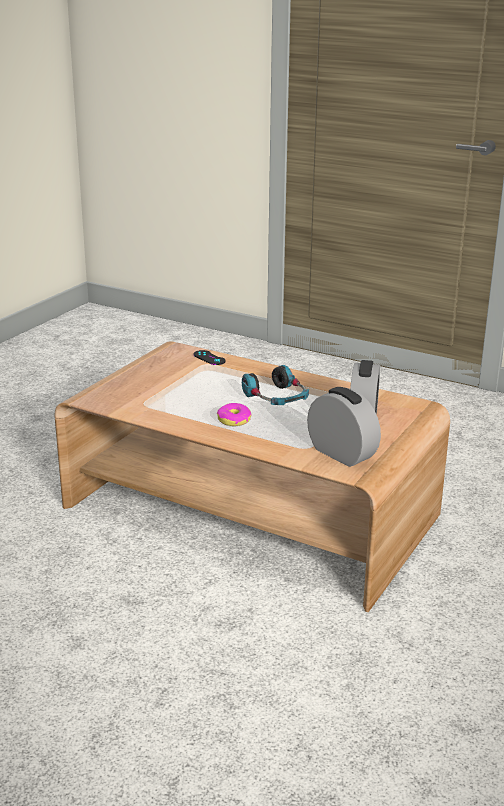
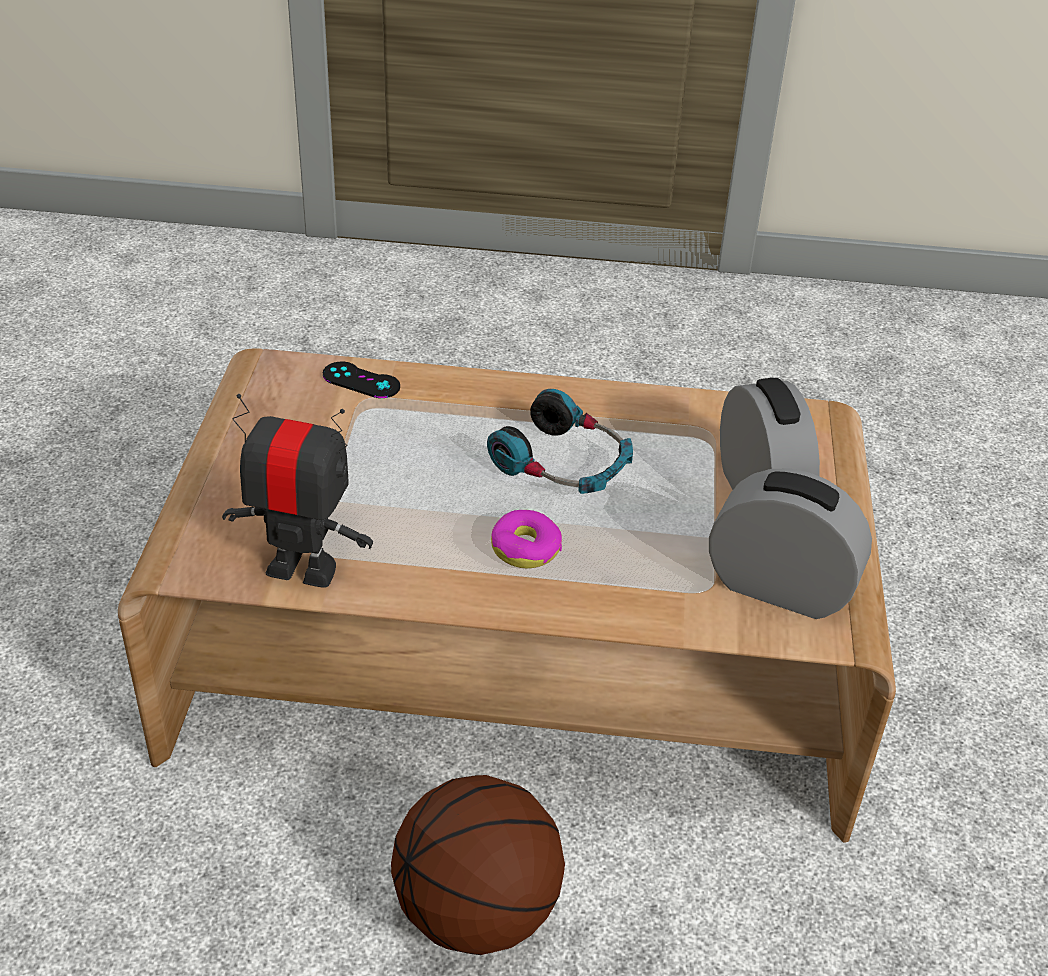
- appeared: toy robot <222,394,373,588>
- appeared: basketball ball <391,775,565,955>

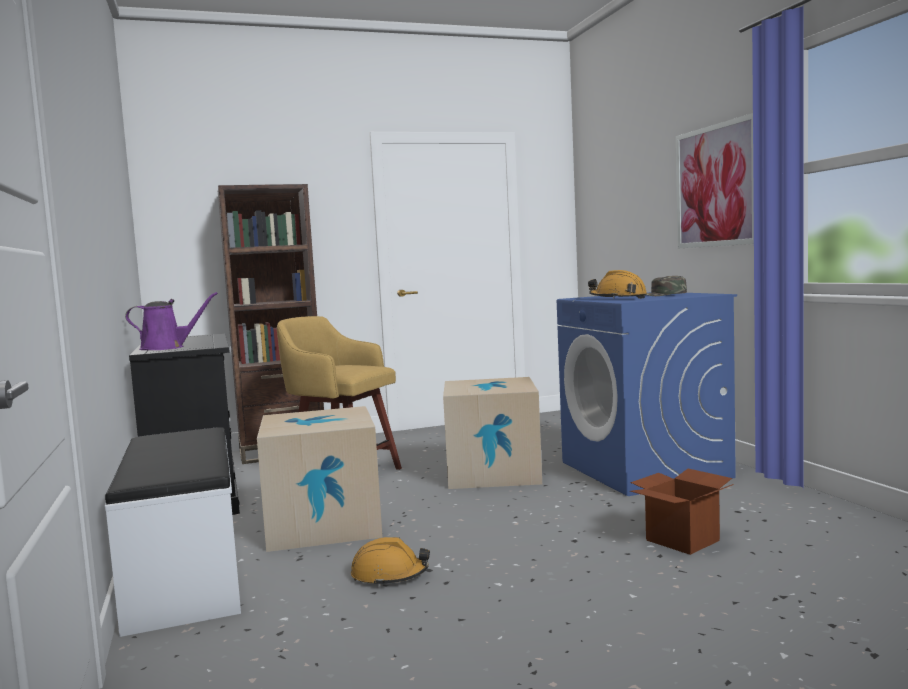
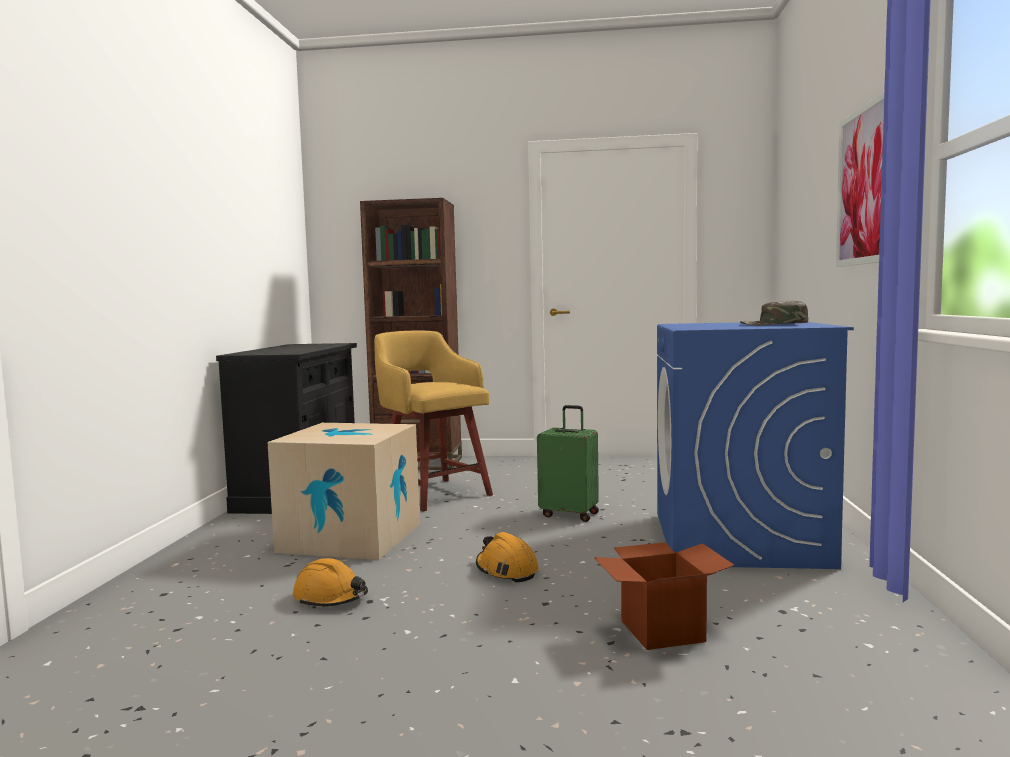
- missing: whitish bench <105,427,241,637>
- missing: purplish watering can <125,292,218,350>
- relocated: orangey hard hat <588,270,647,299> to <476,532,539,583>
- exchanged: cardboard box <443,377,542,489> to greenish piece of luggage <537,405,599,522>

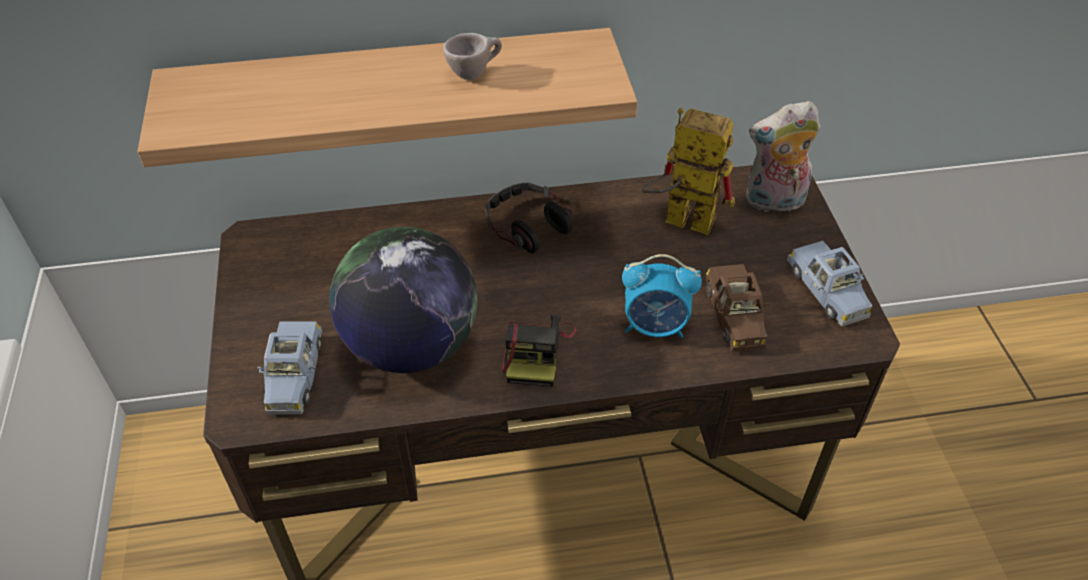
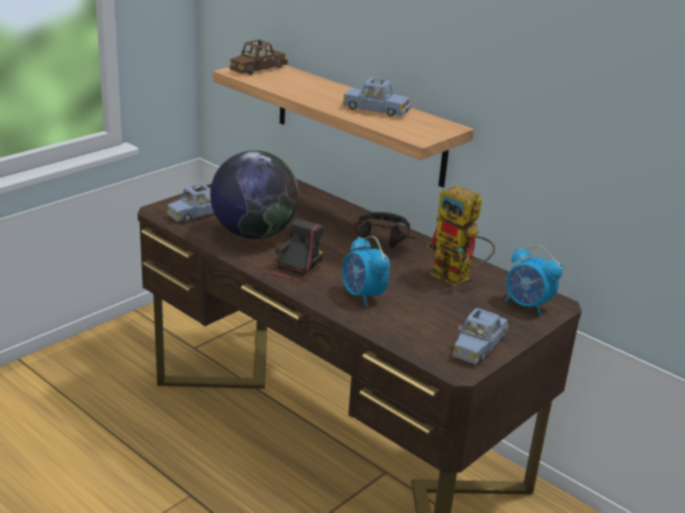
- relocated: brown-coloured model car <705,264,769,352> to <229,40,288,75>
- exchanged: beige-coloured cup <443,33,502,80> to bluish model car <342,78,411,117>
- exchanged: plush toy <746,101,821,212> to bedside clock <505,245,563,315>
- spun: still camera <502,314,576,387> = <262,219,324,282> 150 degrees clockwise
- spun: toy robot <642,108,735,235> = <427,185,495,286> 150 degrees clockwise

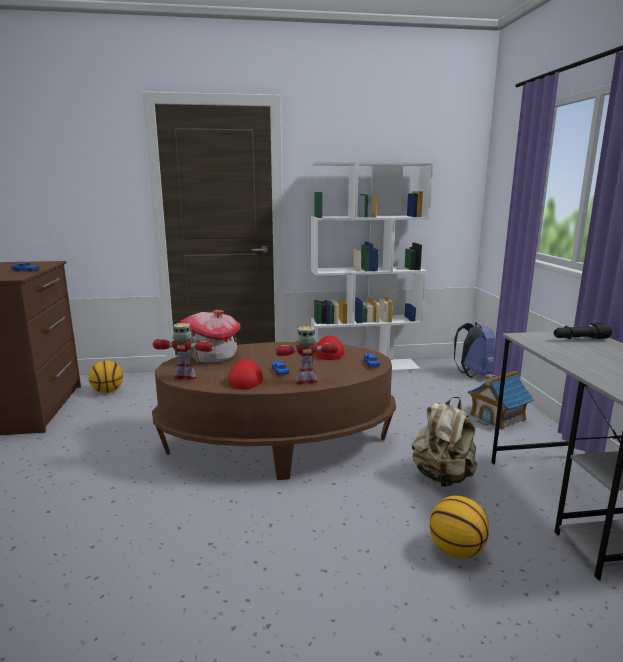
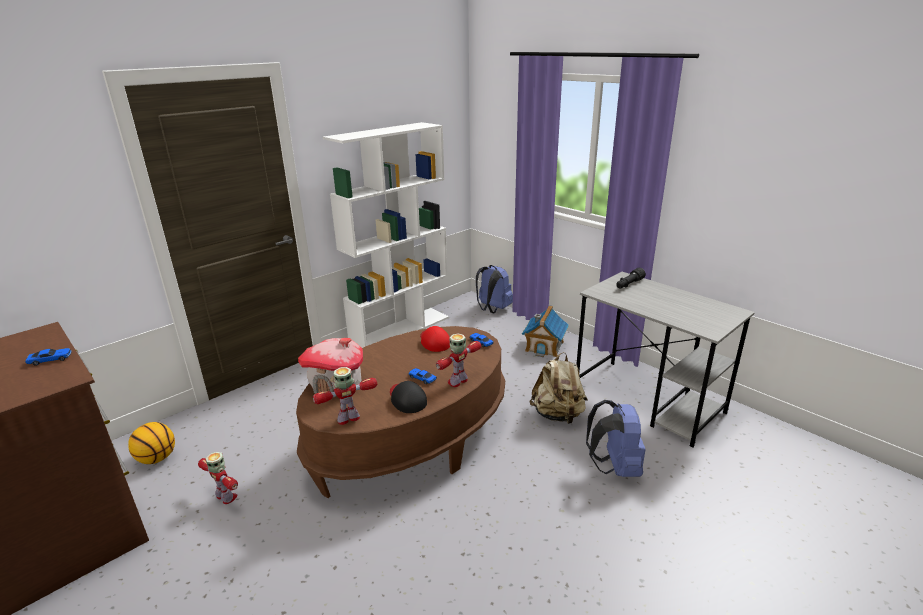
- appeared: toy robot <198,452,238,504>
- exchanged: basketball ball <430,495,489,558> to bluish backpack <586,400,645,477>
- colour: red baseball cap <228,359,263,389> to black baseball cap <390,381,427,413>

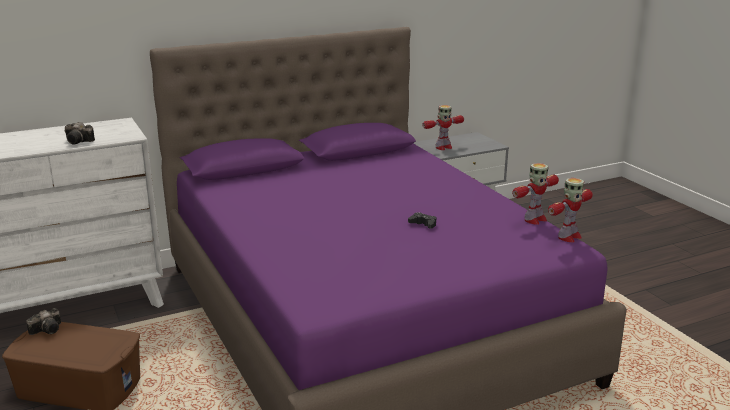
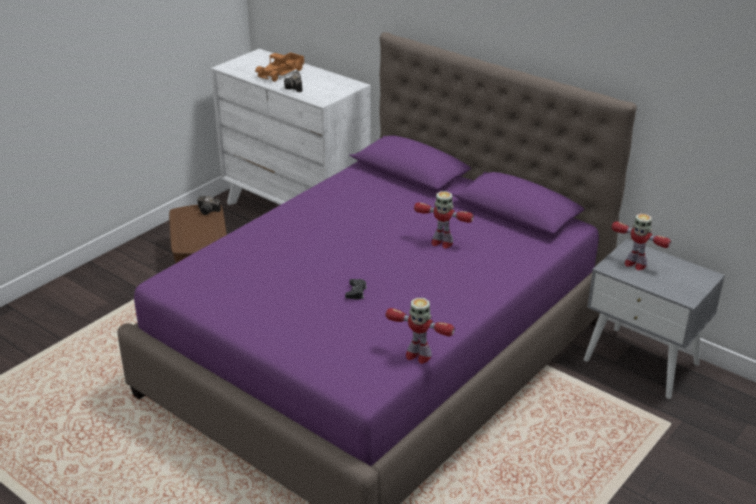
- appeared: toy lorry <255,52,305,82>
- relocated: toy robot <548,178,593,242> to <414,191,474,248>

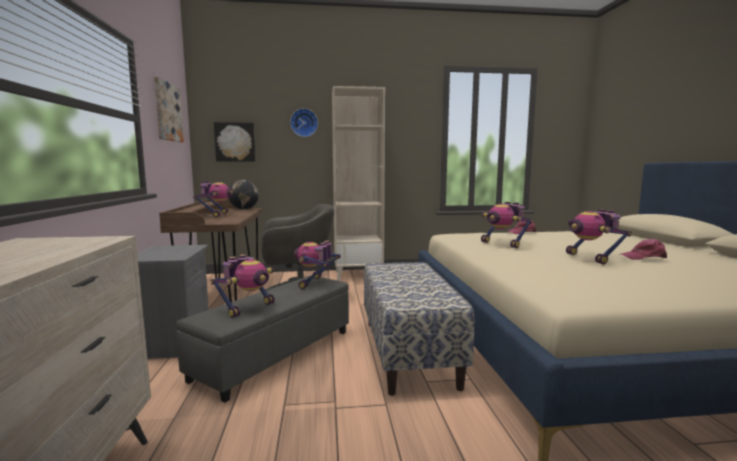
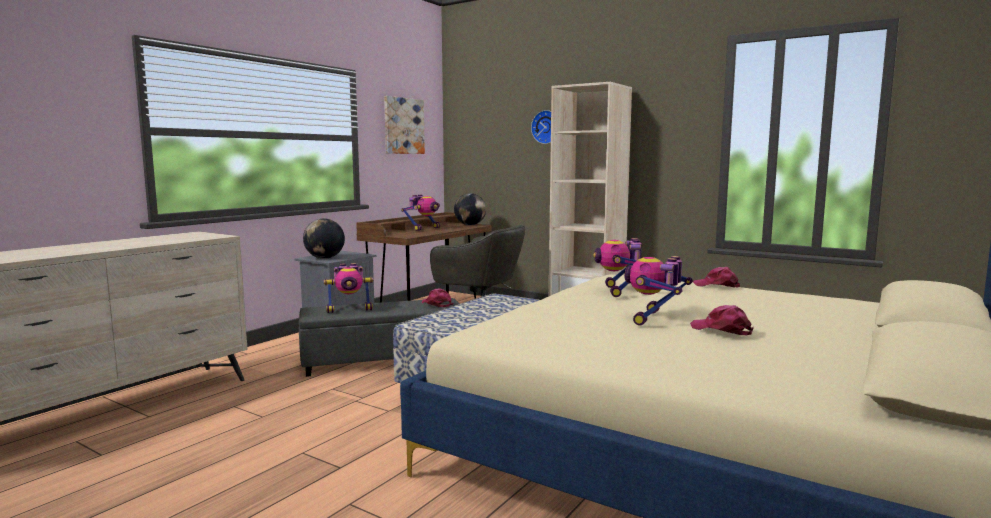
- missing: wall picture <214,122,256,161>
- appeared: world globe <303,218,345,259>
- exchanged: toy robot <294,241,341,289> to pink-coloured baseball cap <421,289,453,307>

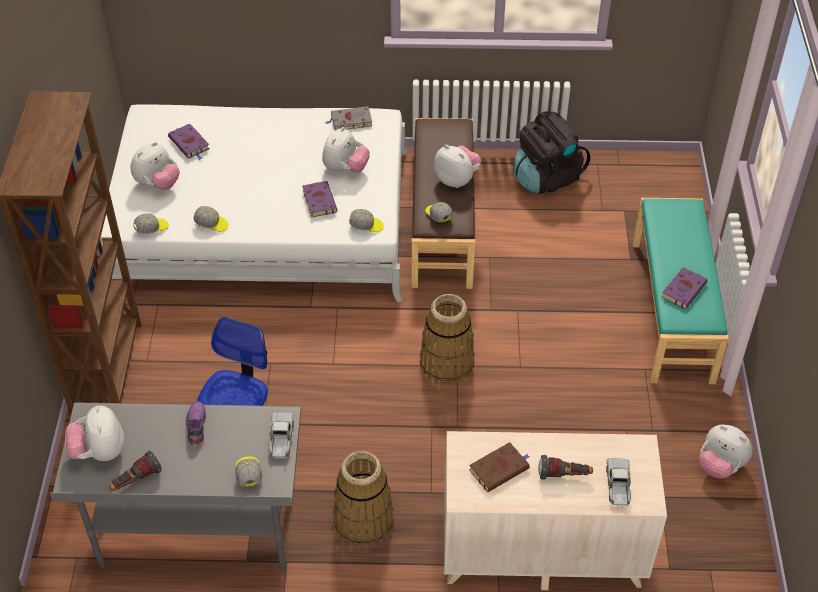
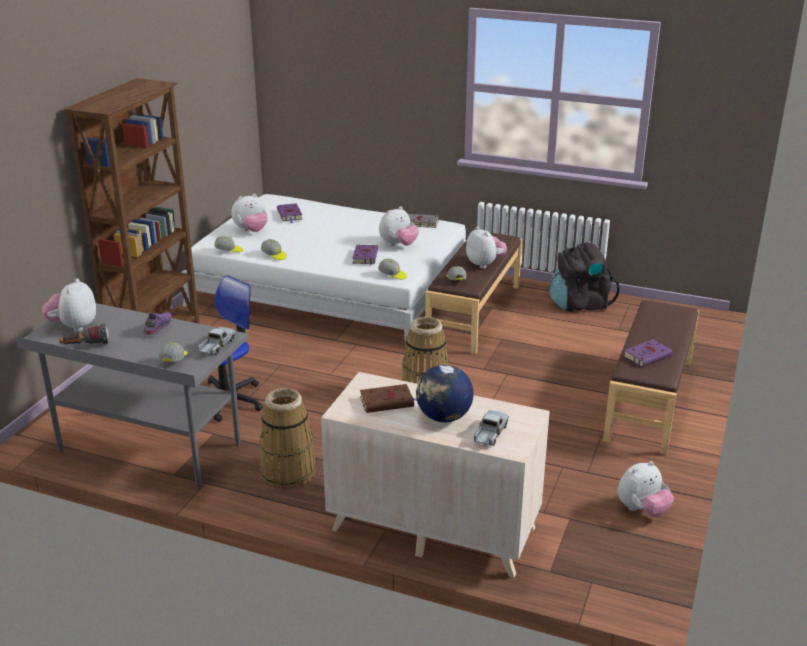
- exchanged: flashlight <538,455,593,480> to world globe <416,365,474,422>
- colour: turquoise bench <633,198,729,384> to brown-coloured bench <603,300,699,455>
- spun: plush toy <699,424,753,479> = <618,461,674,517> 90 degrees counterclockwise

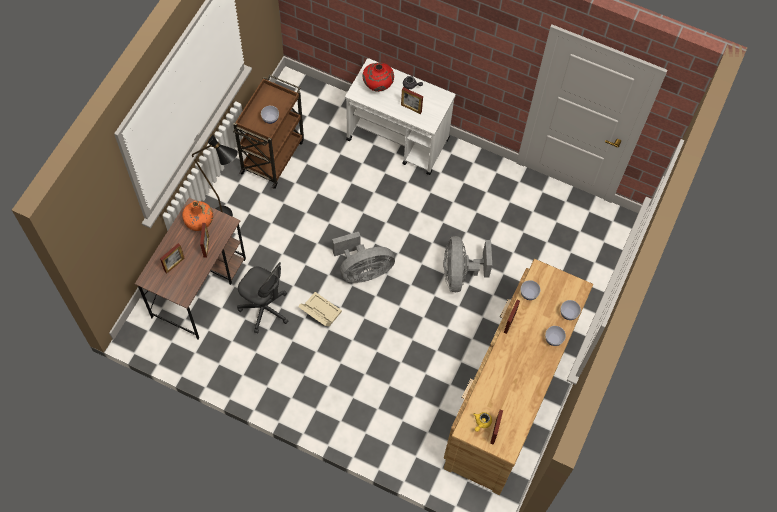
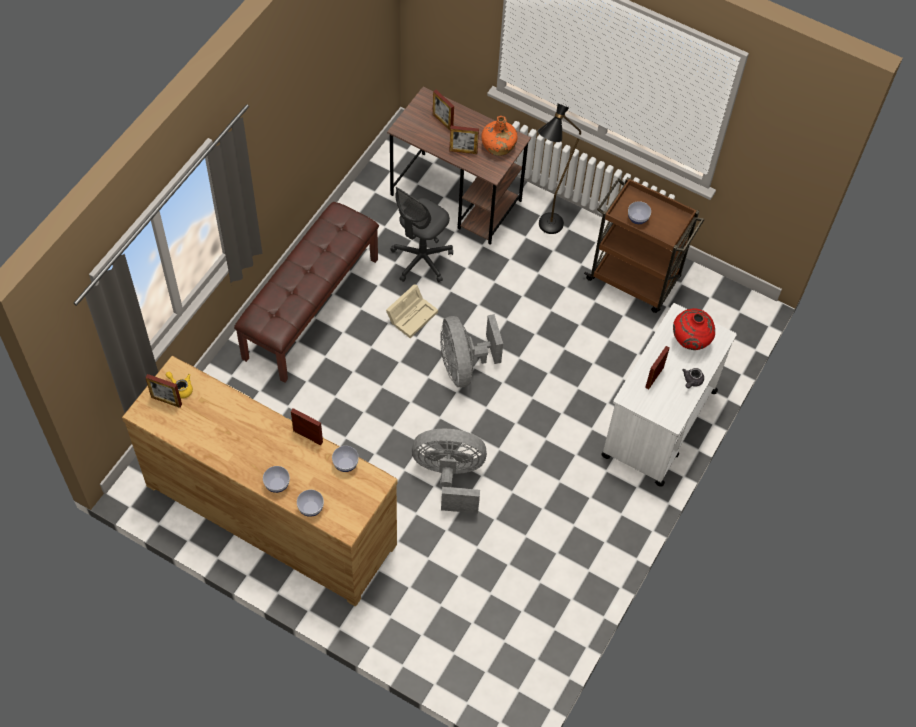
- appeared: brown-coloured bench <234,202,379,383>

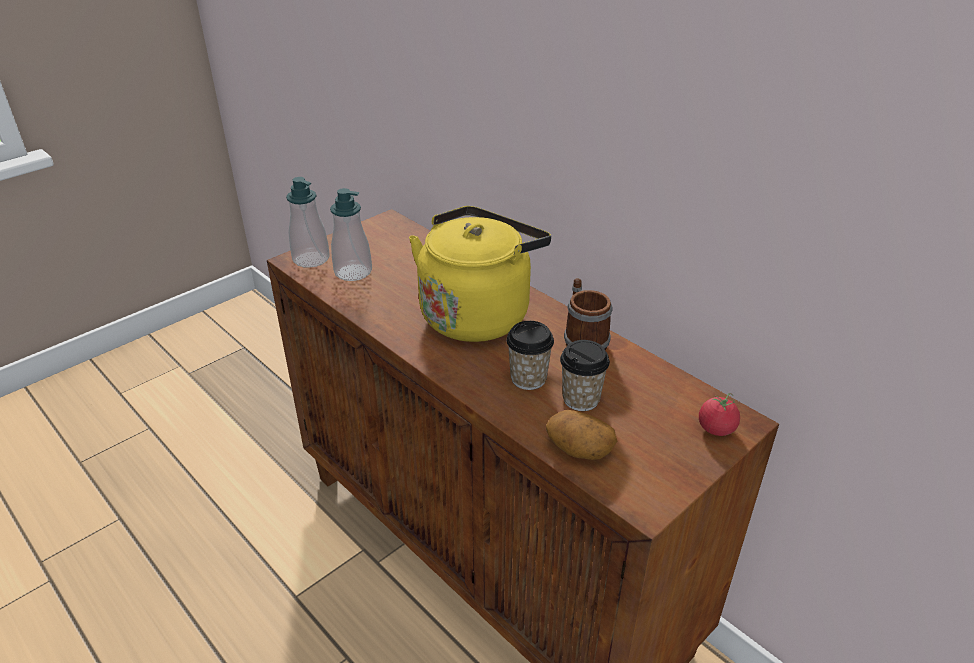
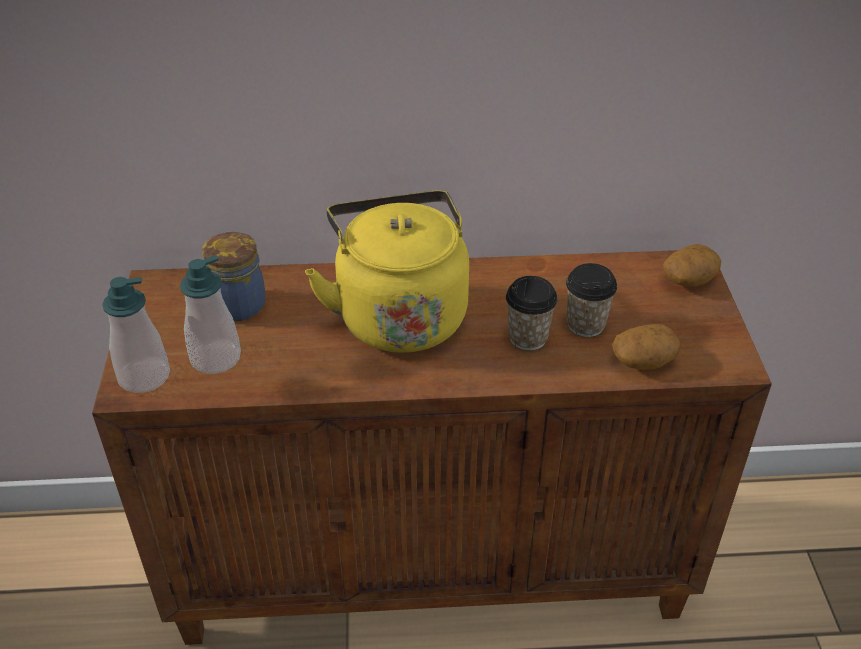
- missing: mug <564,278,612,350>
- appeared: jar <202,232,265,321>
- exchanged: fresh tomato <699,393,740,436> to spud <663,244,721,287>

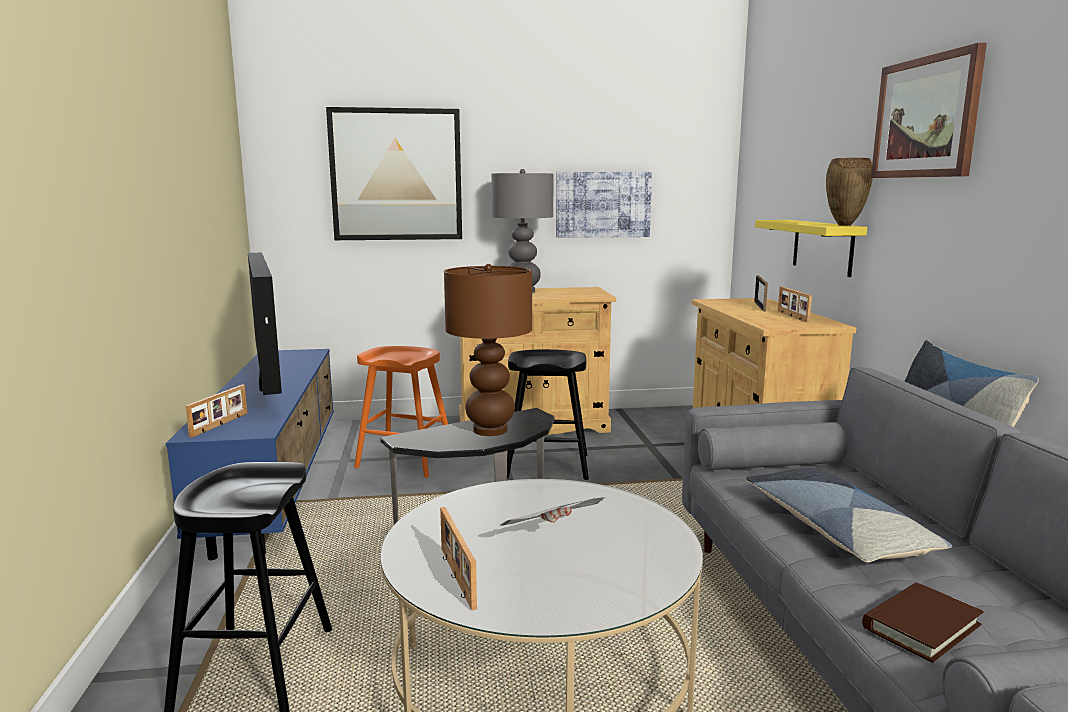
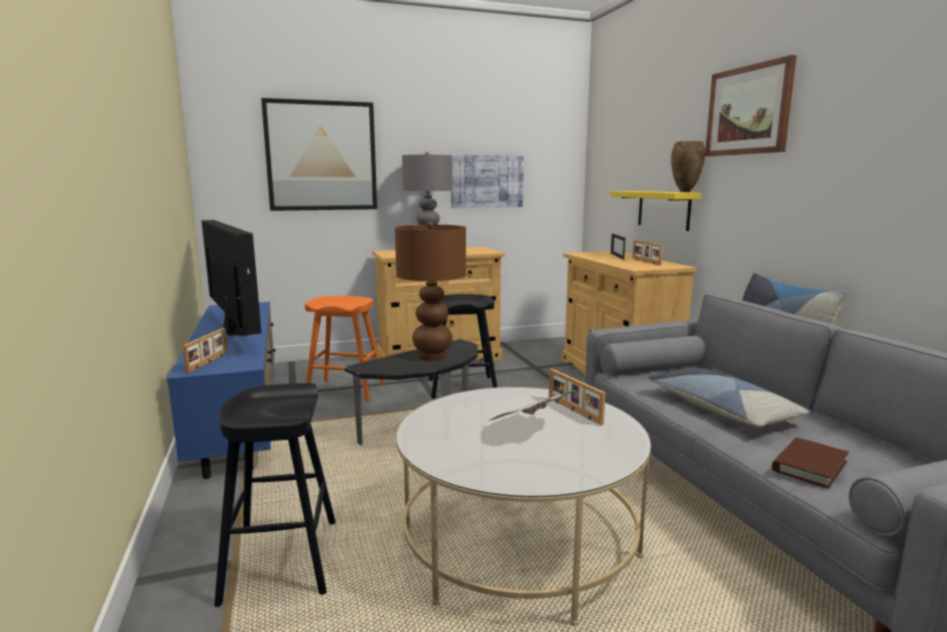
- relocated: photo frame <440,507,477,610> to <549,369,606,425>

